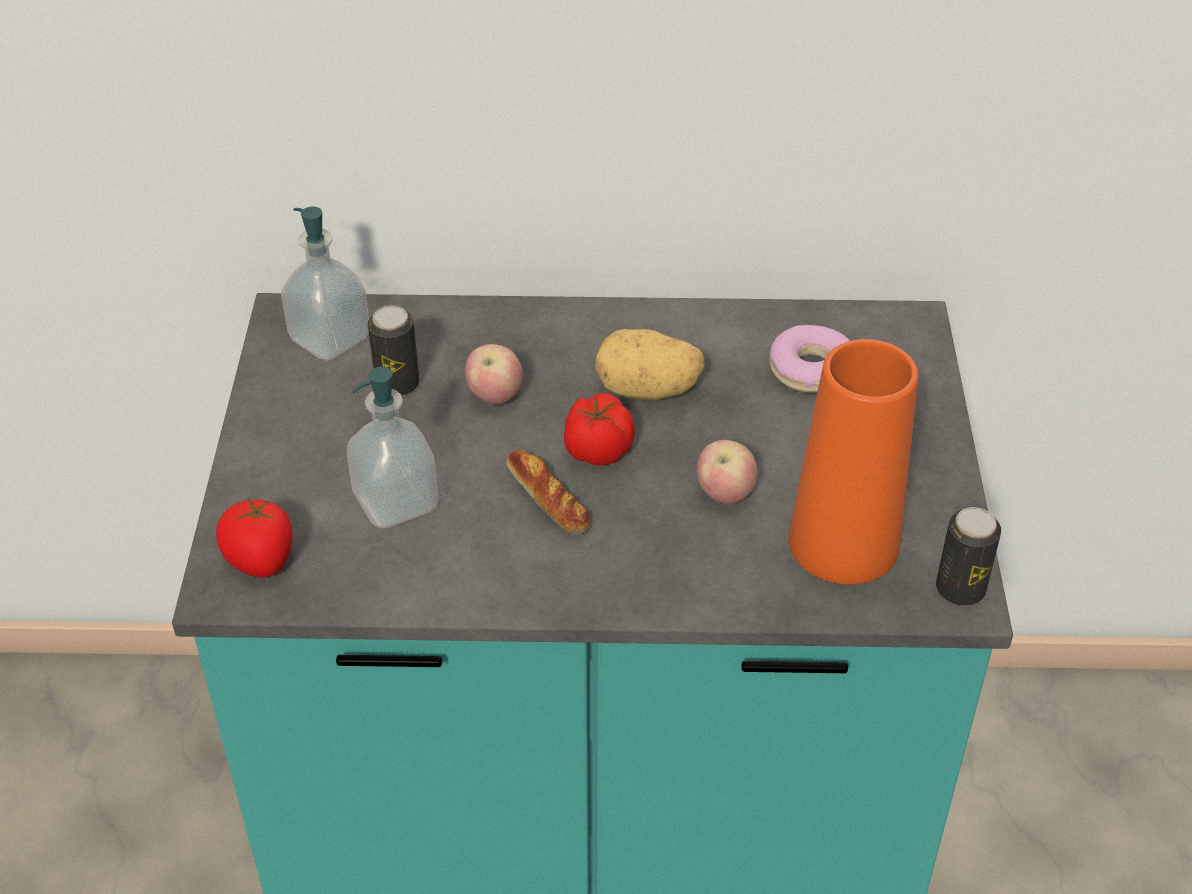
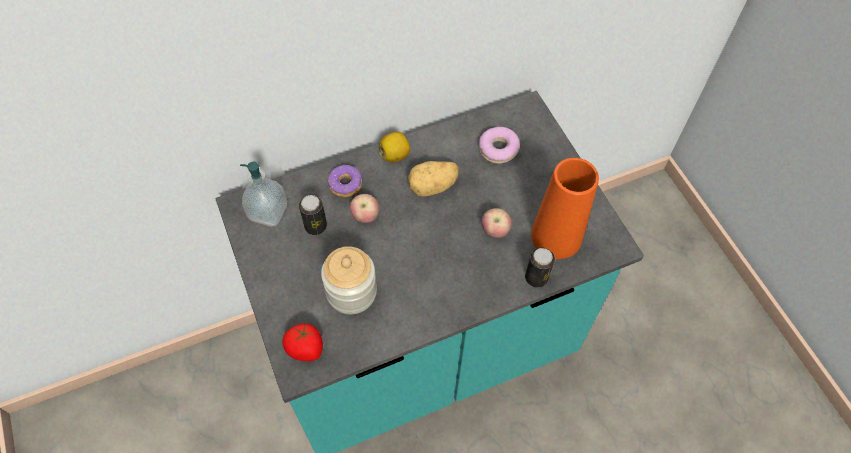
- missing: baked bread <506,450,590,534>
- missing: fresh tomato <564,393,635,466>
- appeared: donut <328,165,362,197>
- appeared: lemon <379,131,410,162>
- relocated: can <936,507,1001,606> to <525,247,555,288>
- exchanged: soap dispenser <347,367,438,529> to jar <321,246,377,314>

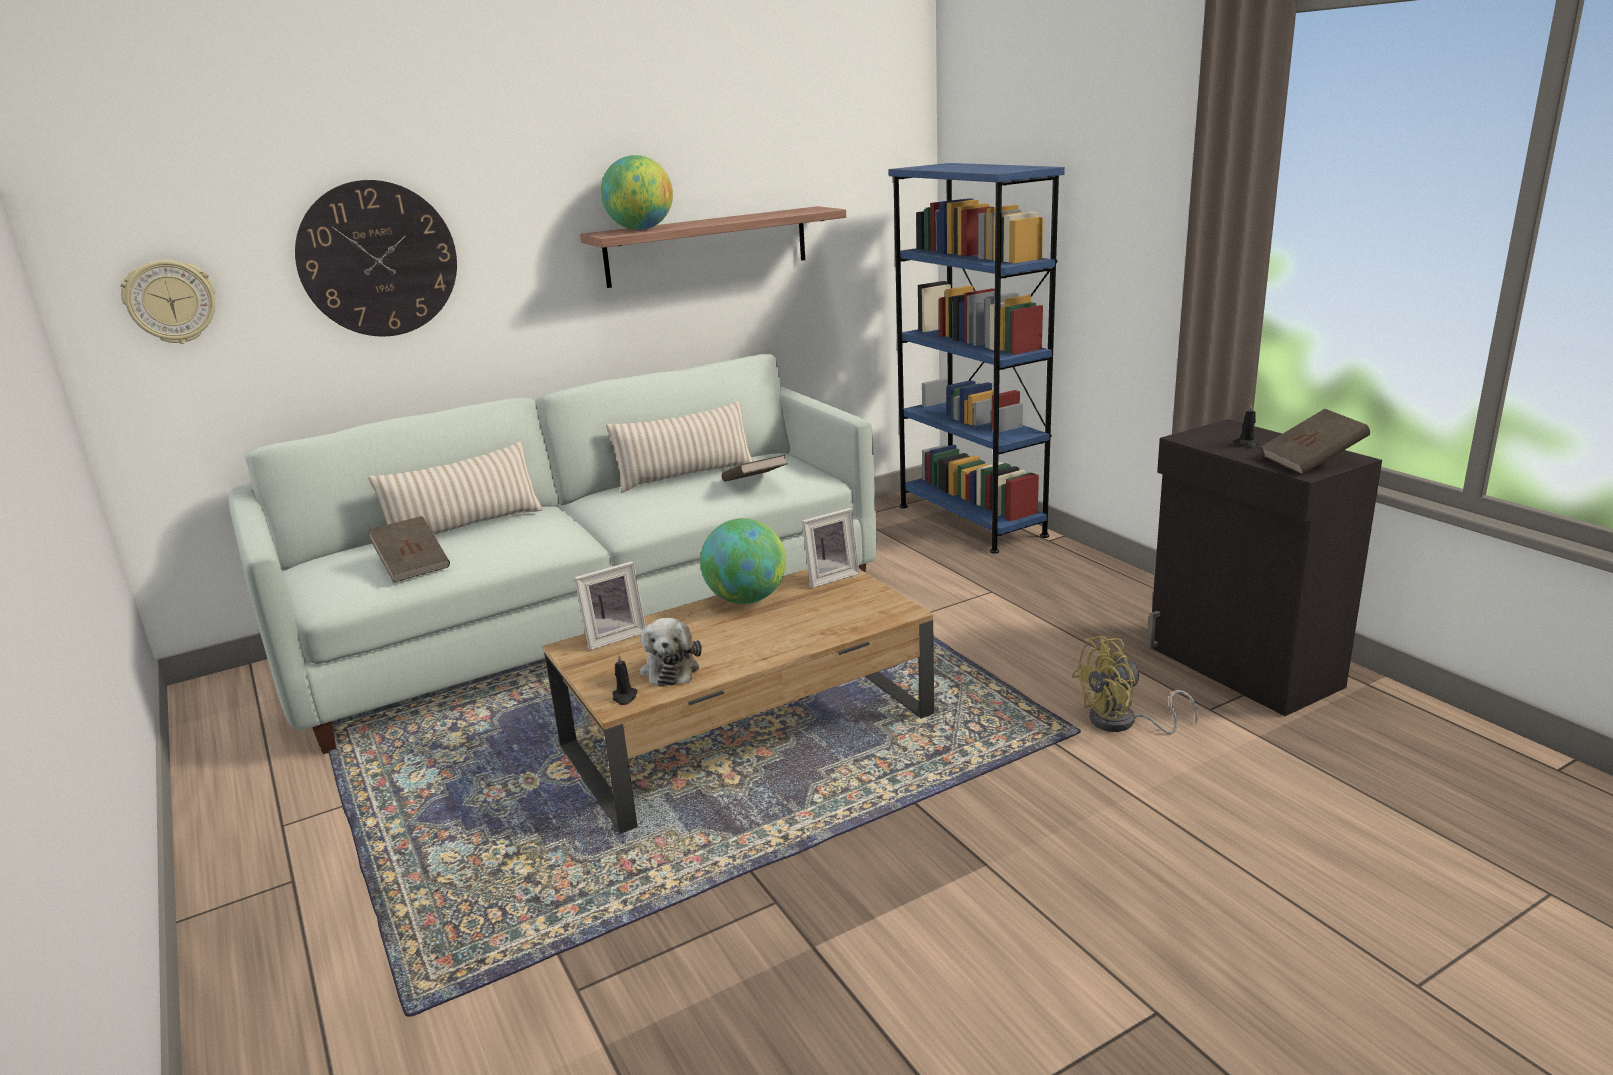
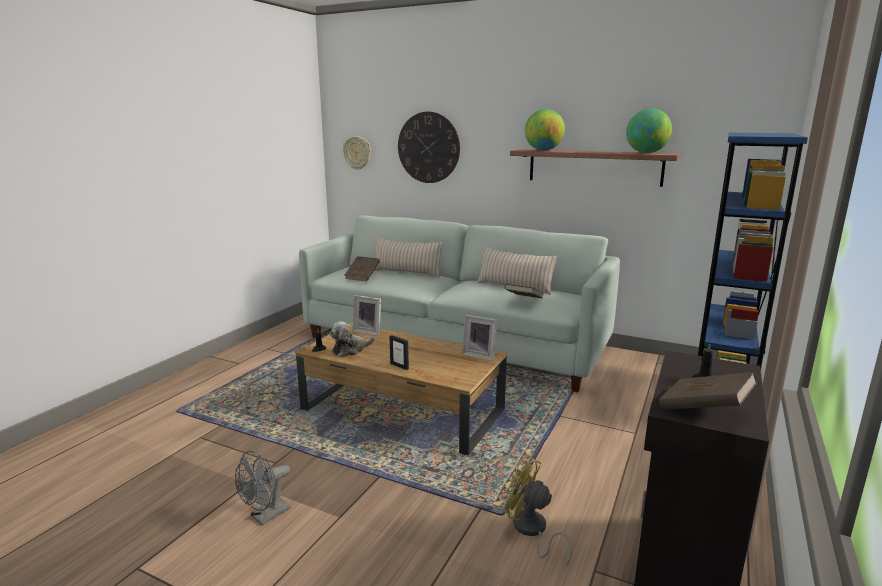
- appeared: gray cooling fan <235,451,291,525>
- appeared: photo frame <389,335,409,370>
- relocated: world globe <700,518,786,604> to <626,108,672,153>

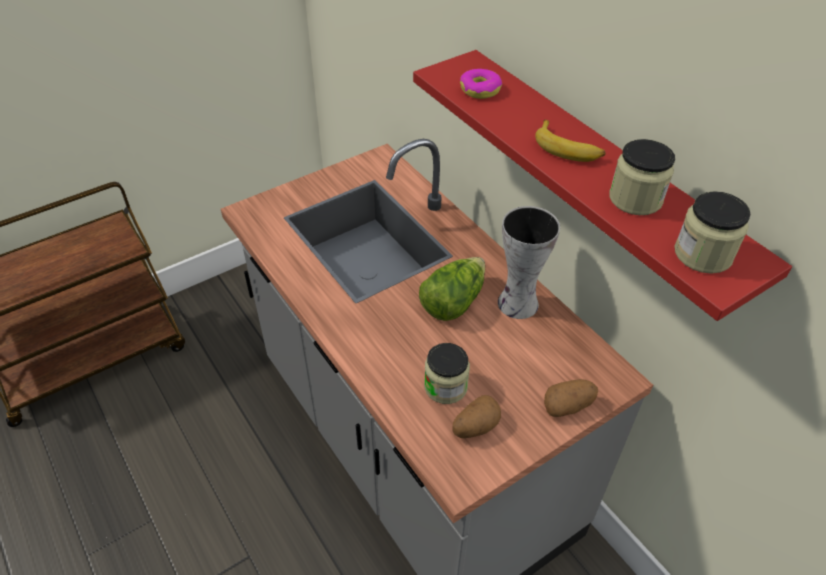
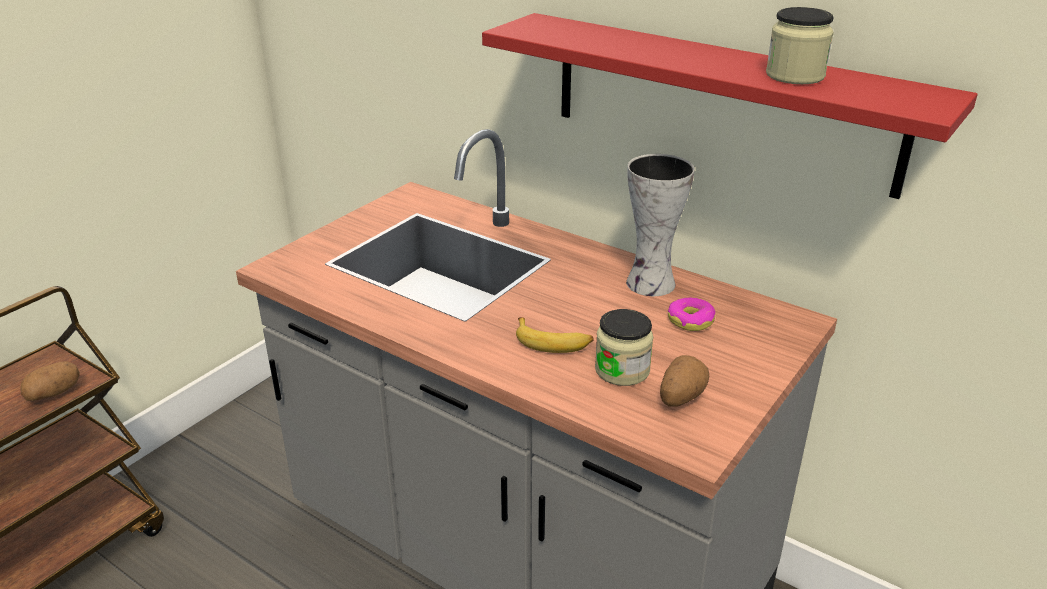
- missing: lettuce head <419,257,485,321>
- missing: jar <674,191,751,274>
- relocated: donut <460,69,502,99> to <668,298,716,331>
- relocated: banana fruit <535,120,606,162> to <516,317,594,353>
- relocated: spud <544,379,598,417> to <21,361,80,401>

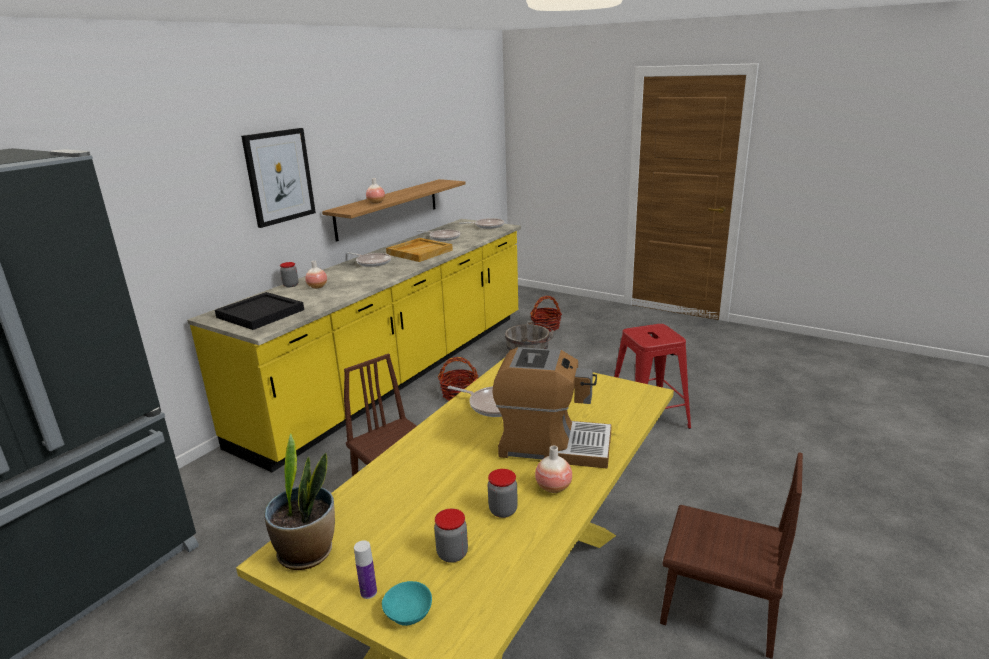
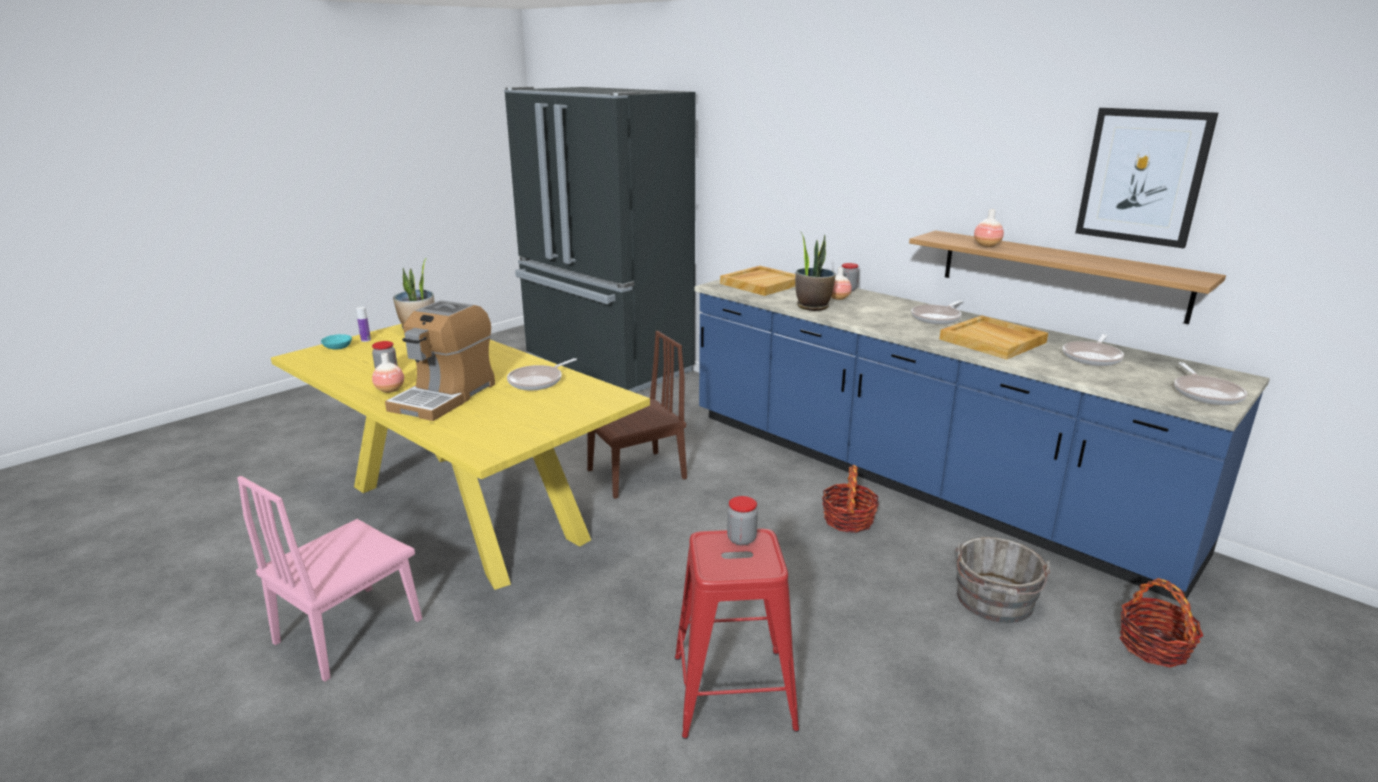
- appeared: houseplant <795,234,836,311>
- relocated: wall picture <241,128,316,228> to <1075,108,1218,248>
- relocated: jar <434,509,468,563> to <727,496,758,545>
- colour: yellowish counter <187,219,521,472> to bluish counter <695,279,1270,603>
- colour: black serving tray <215,292,304,330> to beige-coloured serving tray <720,266,796,296>
- colour: brown-coloured plain chair <660,452,803,659> to pink-coloured plain chair <237,476,422,682>

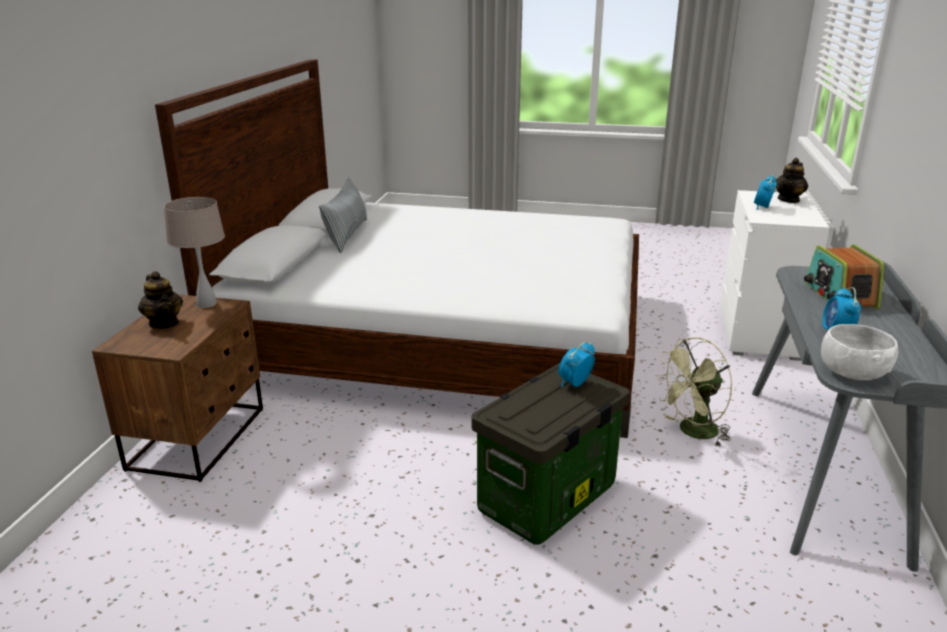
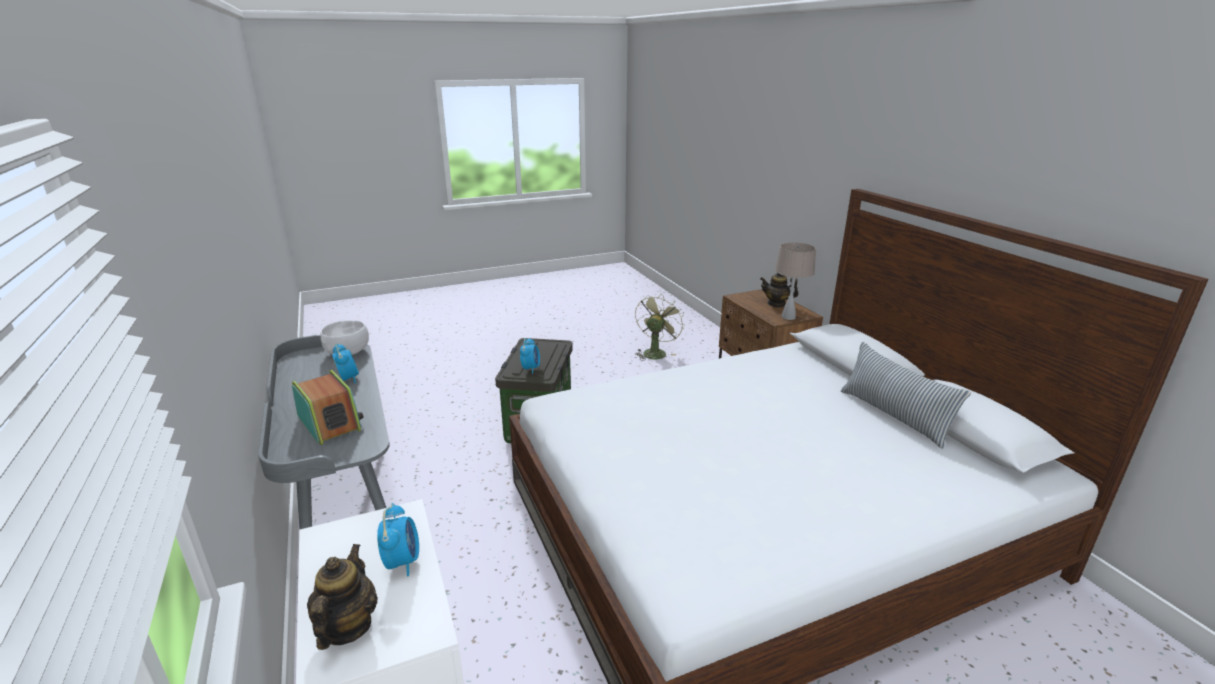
- relocated: greenish cooling fan <656,337,732,447> to <635,294,685,361>

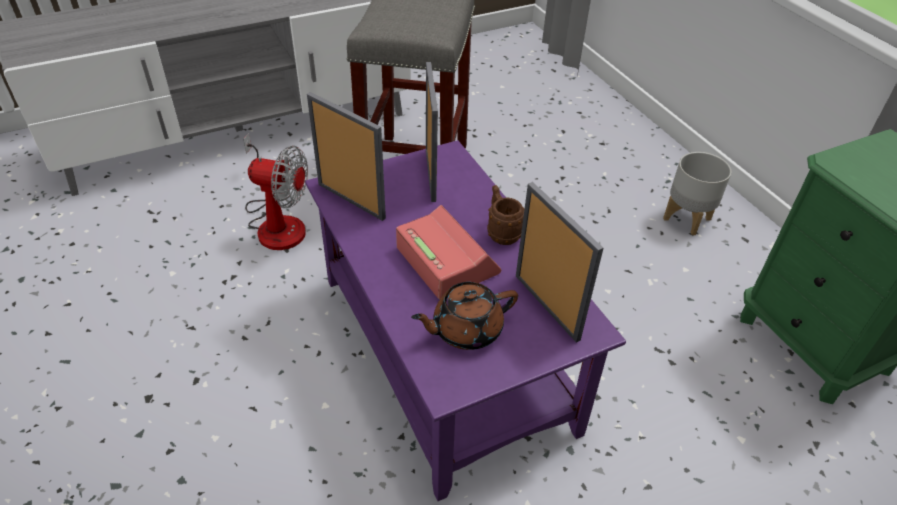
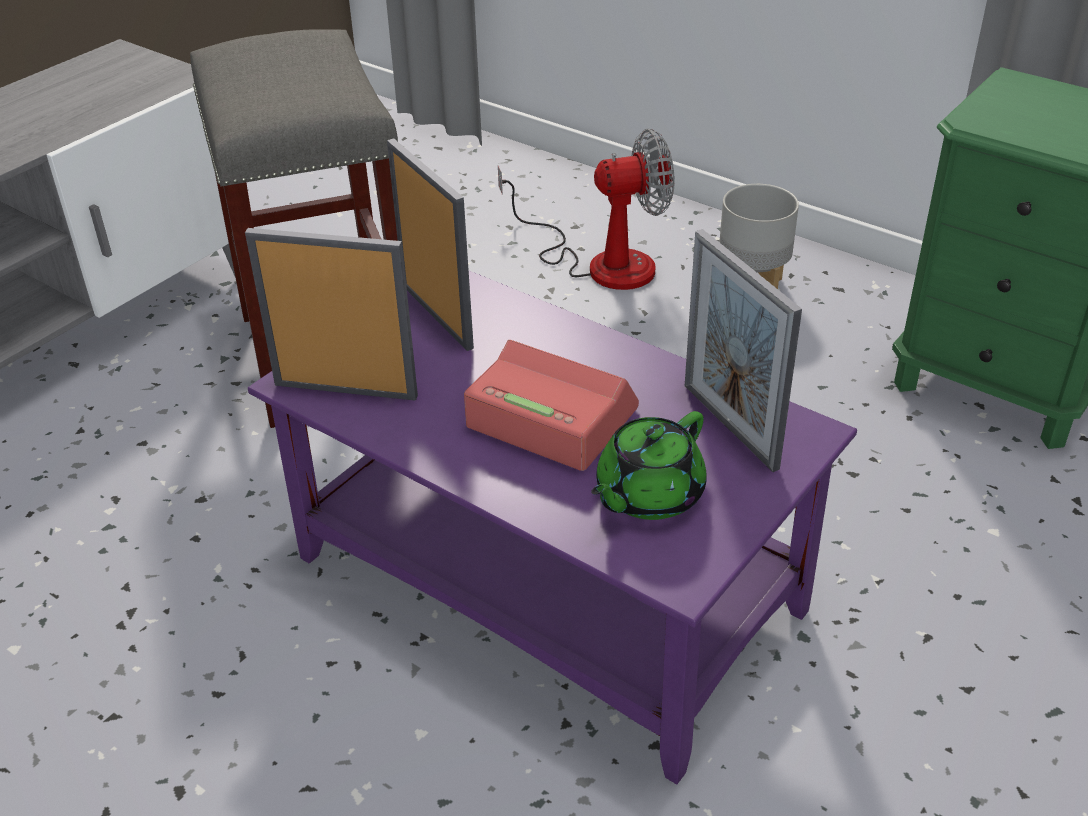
- missing: brown-coloured mug <487,185,524,245>
- relocated: cooling fan <243,133,308,250> to <498,129,675,290>
- colour: brown-coloured pot for tea <411,282,518,350> to greenish pot for tea <591,411,707,520>
- spun: photo frame <516,182,604,342> = <685,229,802,472> 150 degrees counterclockwise

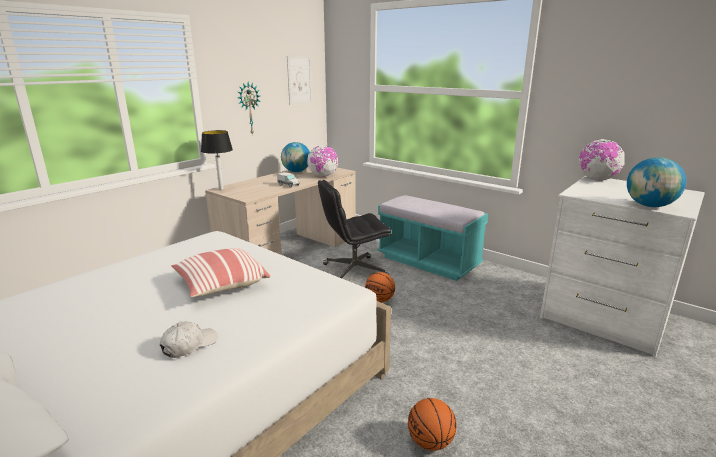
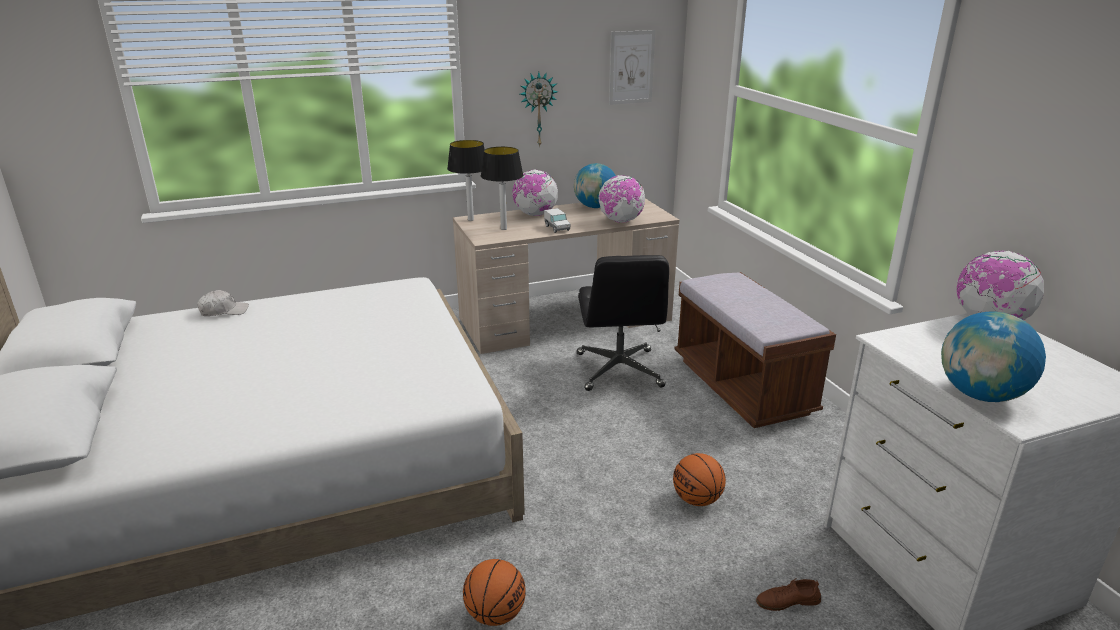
- missing: throw pillow <171,248,270,297>
- appeared: tabletop lamp <481,146,523,230>
- appeared: world globe <512,169,558,216>
- appeared: brown-coloured low shoe <756,579,821,611>
- relocated: whitish baseball cap <160,322,217,358> to <197,290,249,316>
- relocated: basketball ball <365,272,395,303> to <673,453,726,506>
- colour: turquoise bench <378,195,488,281> to brown-coloured bench <674,272,836,428>
- spun: black office chair <318,180,392,278> = <577,255,669,391> 105 degrees counterclockwise

